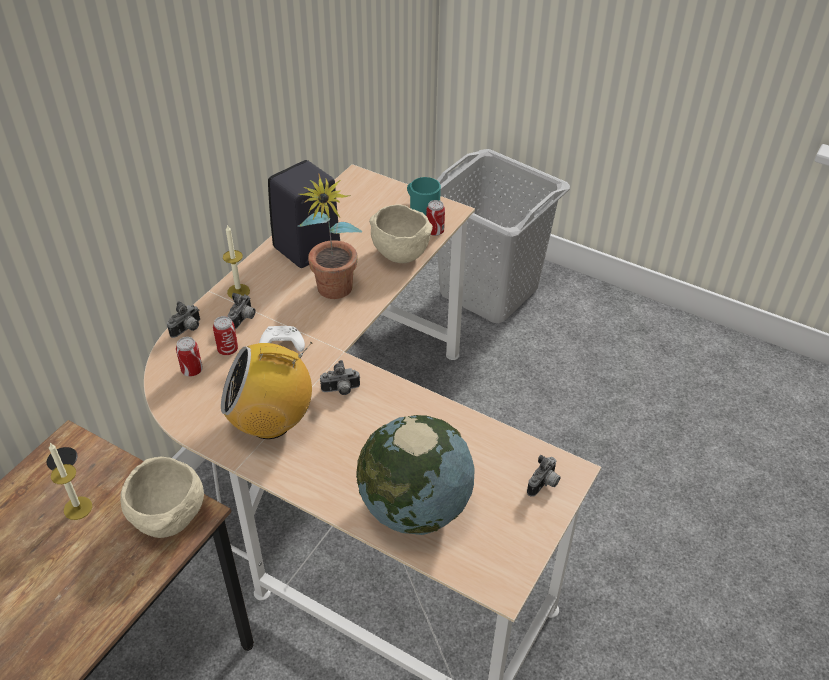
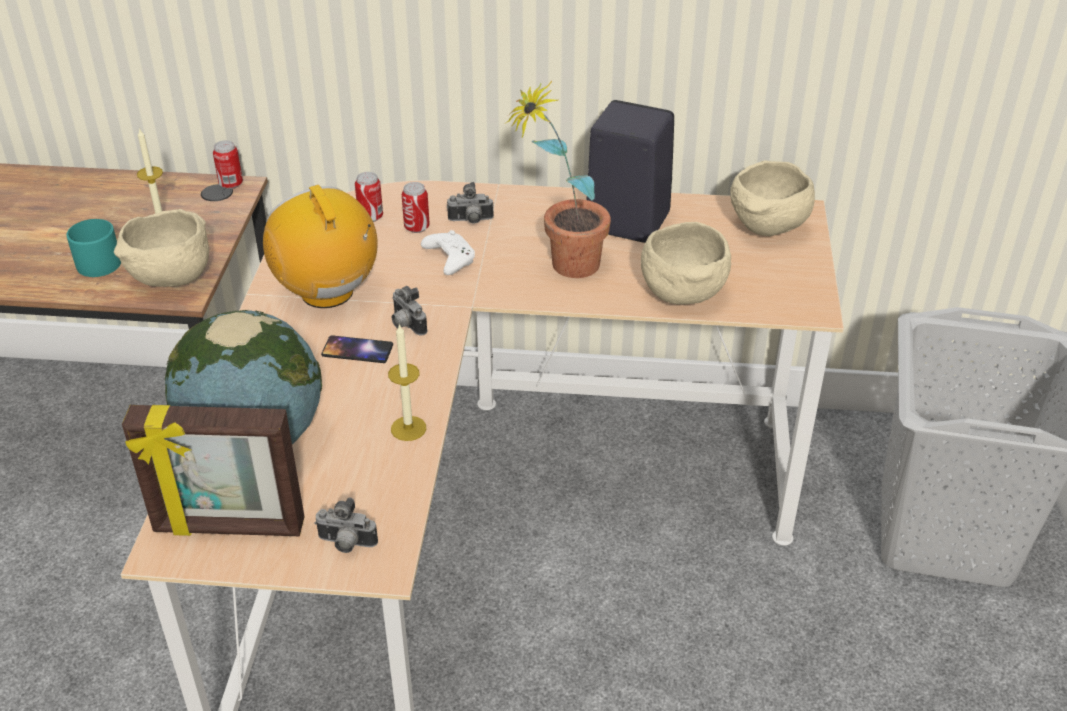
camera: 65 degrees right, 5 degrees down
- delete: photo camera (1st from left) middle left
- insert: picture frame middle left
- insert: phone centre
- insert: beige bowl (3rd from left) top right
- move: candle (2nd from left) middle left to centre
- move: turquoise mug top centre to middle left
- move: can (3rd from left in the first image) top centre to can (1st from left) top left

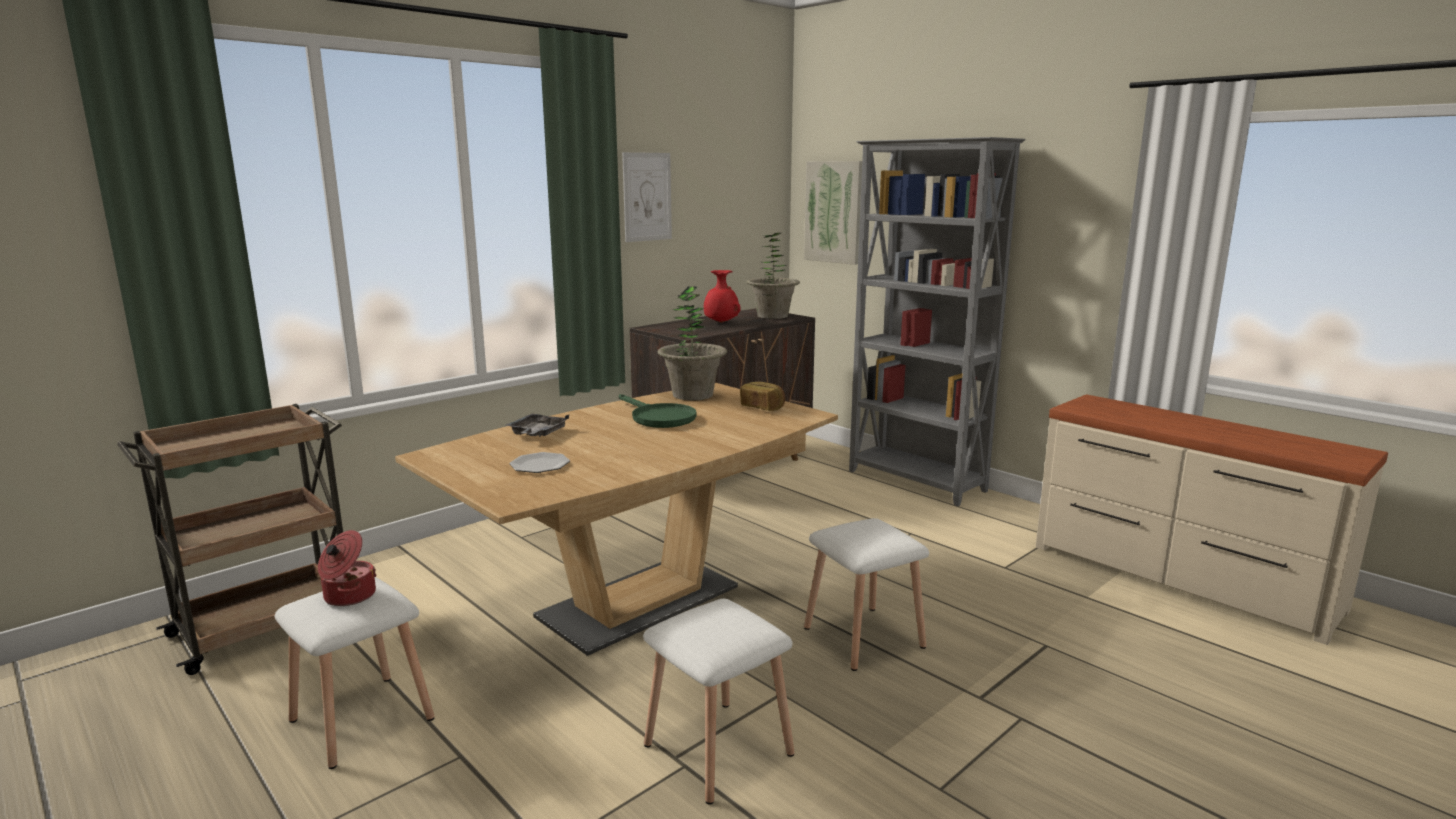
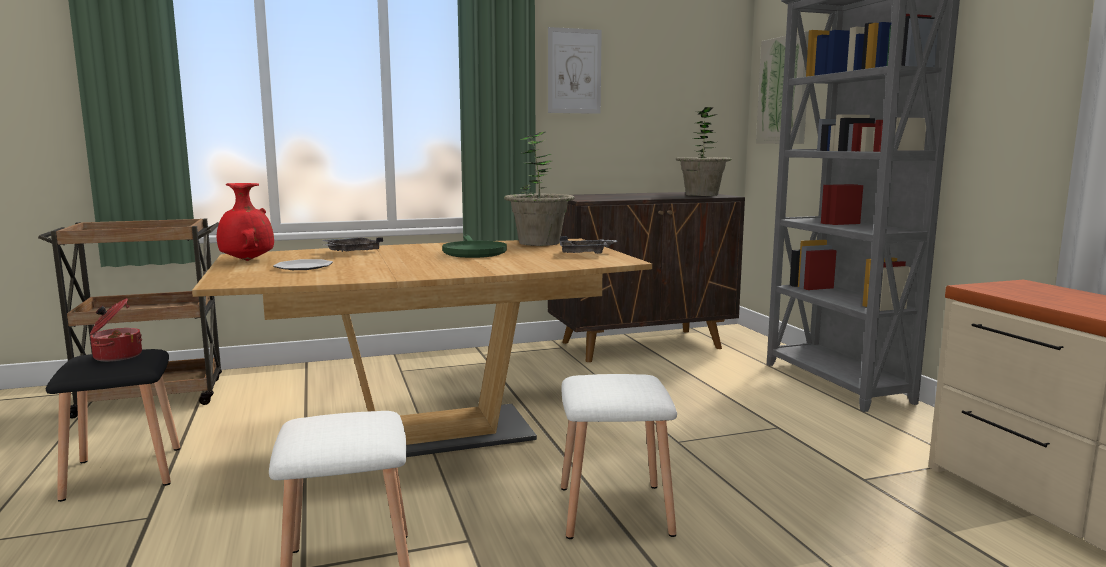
camera: 25 degrees right, 5 degrees down
- move: red vase centre to middle left
- replace: bread centre to grey tray (2nd from left) centre
- recolor: white stool (1st from left) bottom left to black stool bottom left

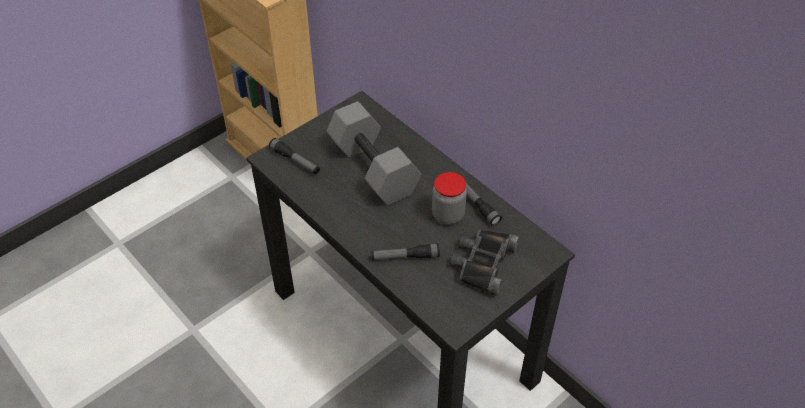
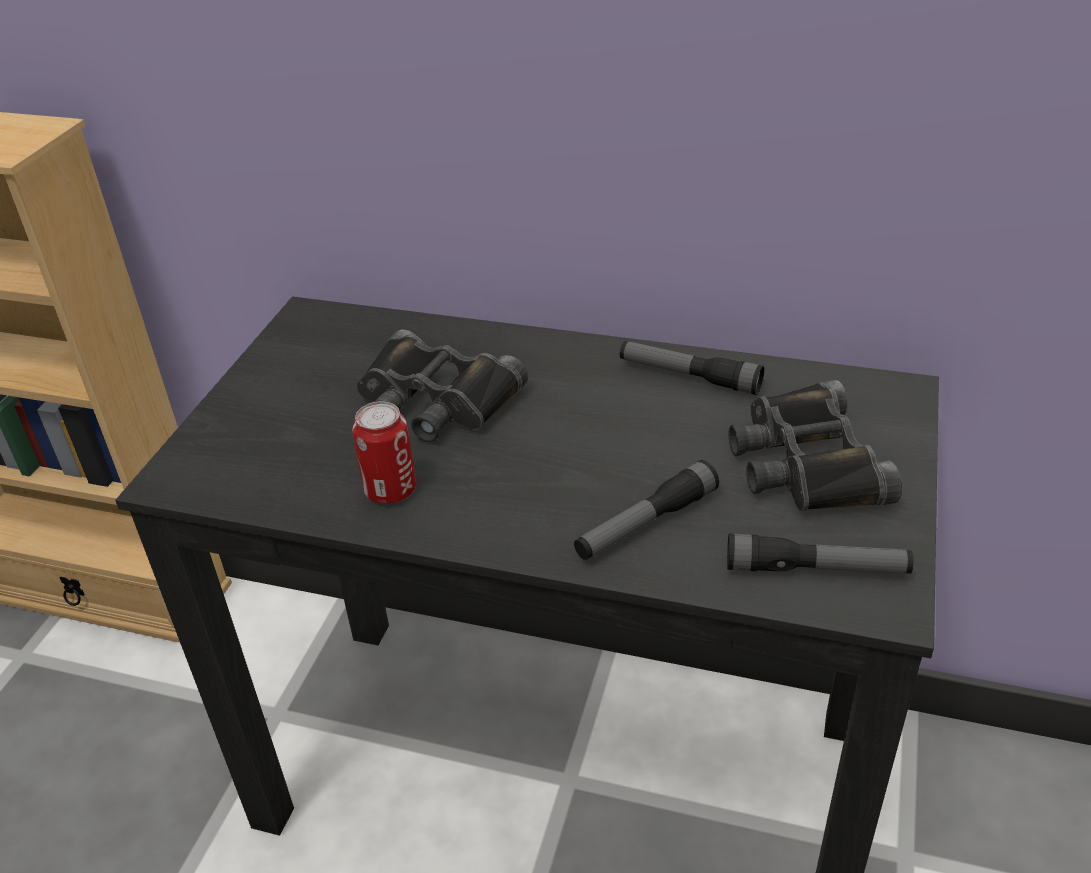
camera: 30 degrees left, 10 degrees down
- delete: jar centre
- insert: can centre
- move: flashlight (1st from left in the first image) centre to flashlight (3rd from left) middle right
- replace: grey dumbbell centre to black binoculars (1st from left) centre

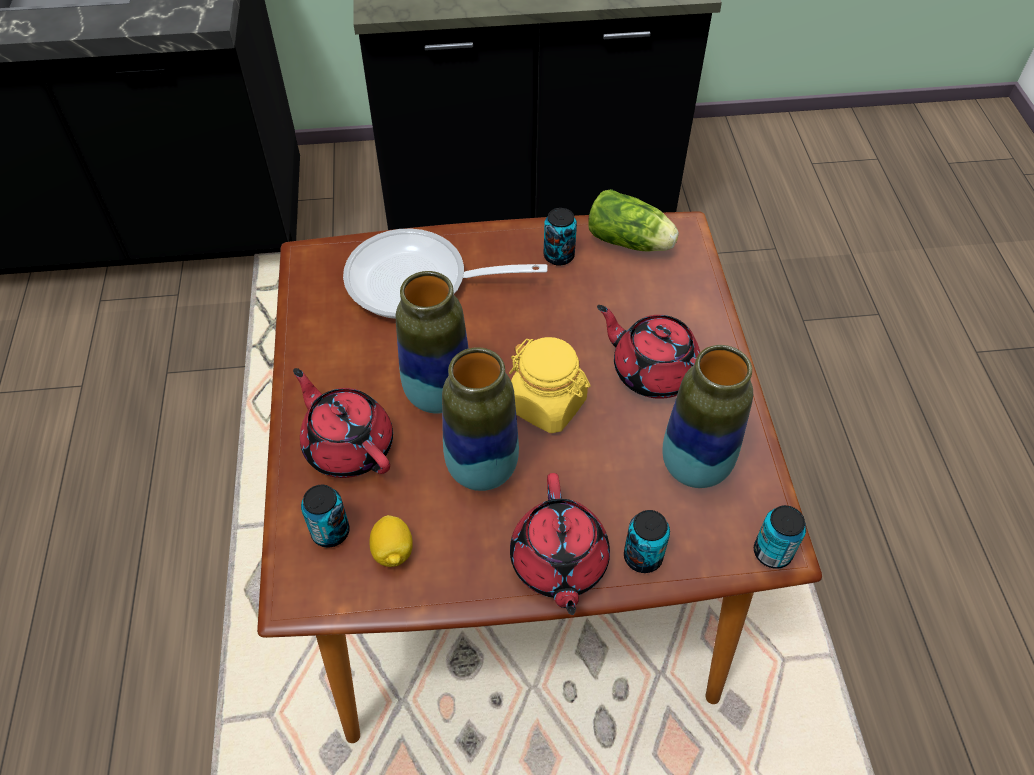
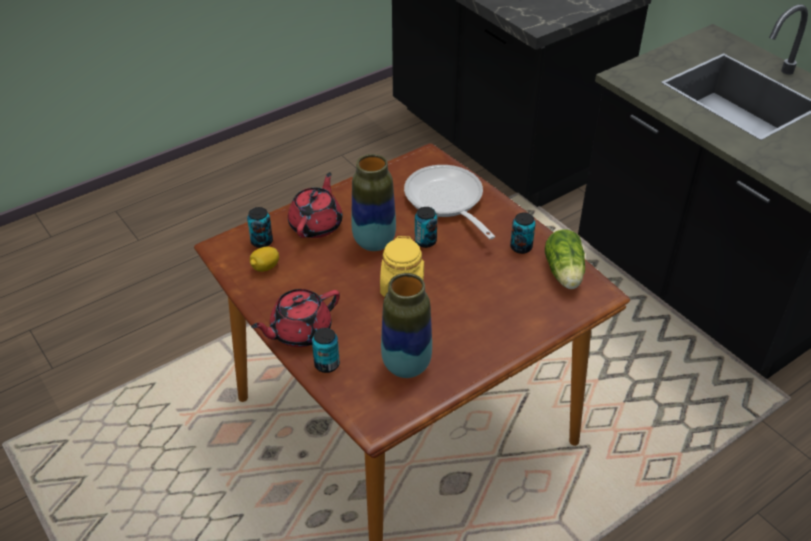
camera: 60 degrees right, 10 degrees down
- delete: vase (2nd from left) centre
- delete: red teapot (3rd from left) centre
- move: can (4th from left in the first image) bottom right to can (3rd from left) centre

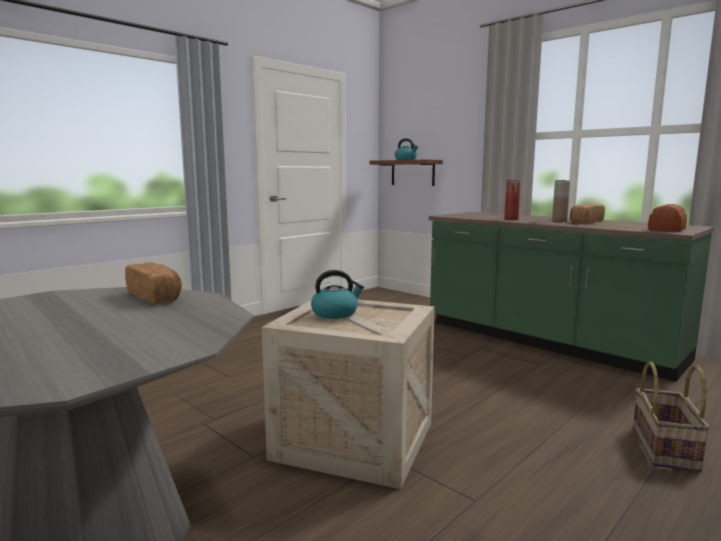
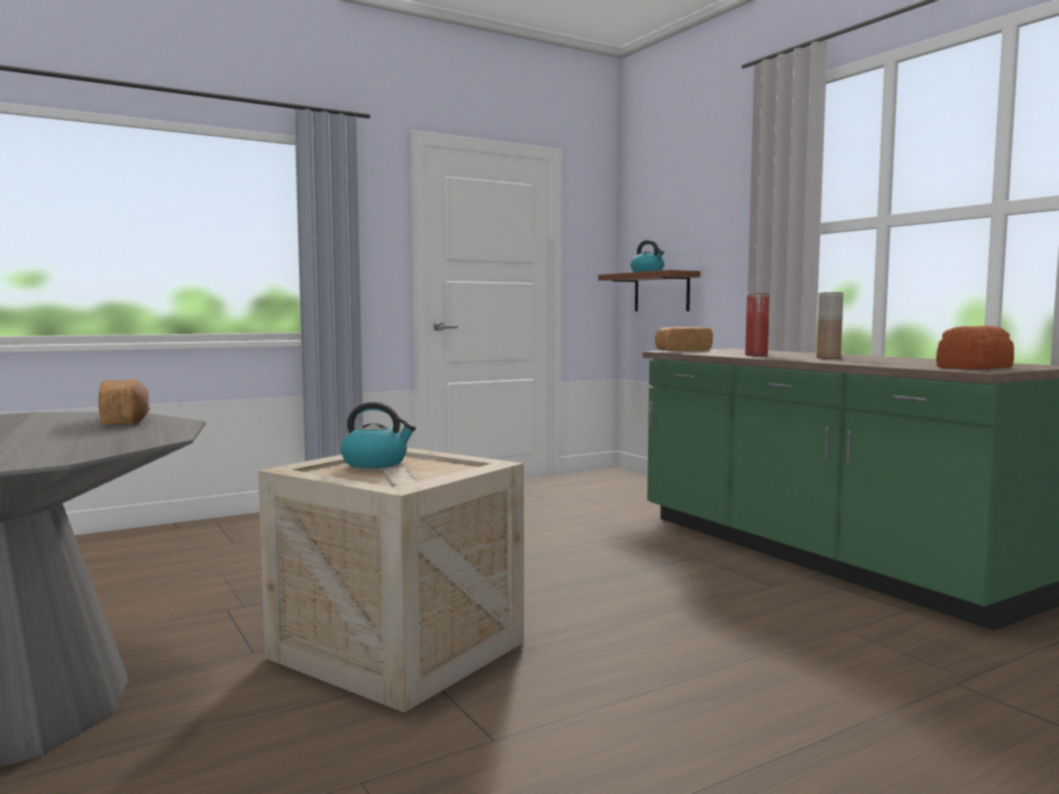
camera: 15 degrees right, 5 degrees down
- delete: basket bottom right
- move: bread (2nd from left) middle right to centre

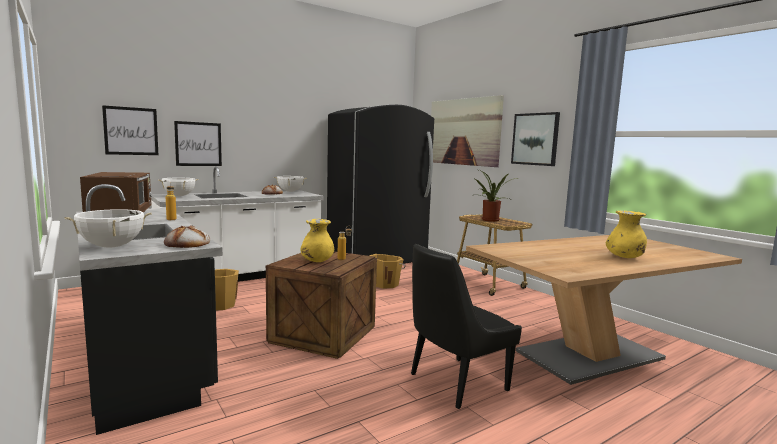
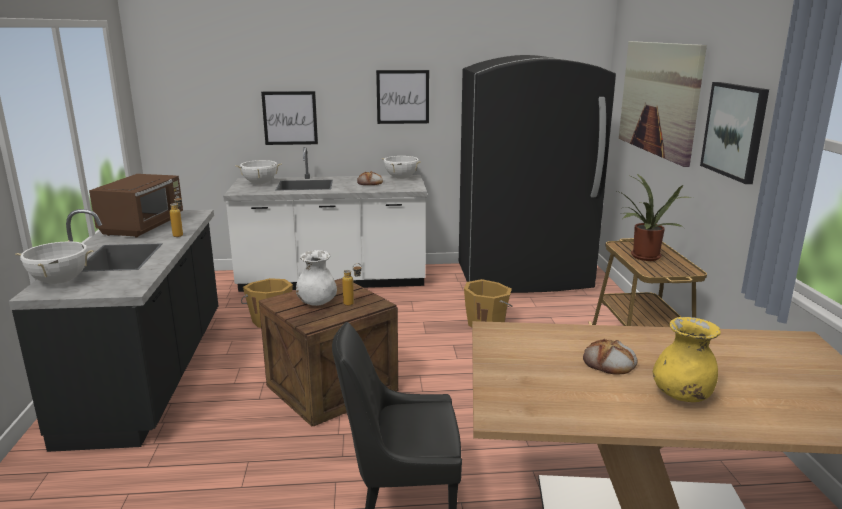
camera: 30 degrees right, 10 degrees up
- move: picture (1st from left in the first image) top left to picture (2nd from left) top centre
- move: bread (1st from left in the first image) middle left to bread (2nd from left) bottom right
- recolor: yellow vase (1st from left) centre to white vase centre

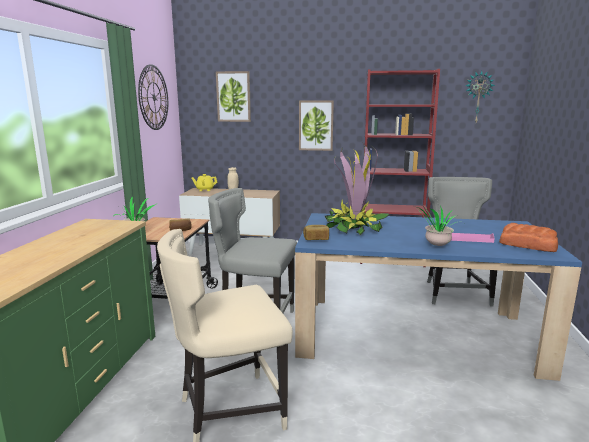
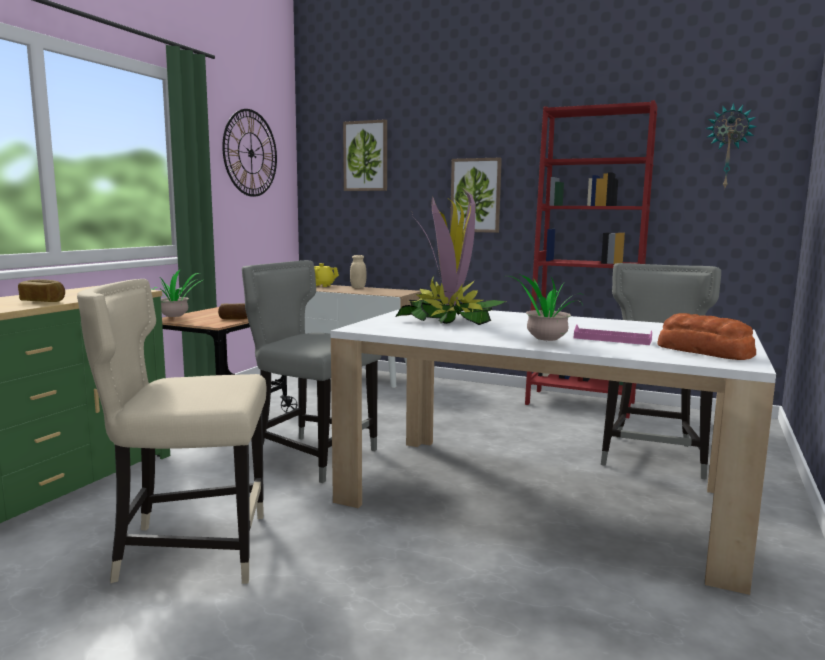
camera: 15 degrees right, 5 degrees down
- move: bread (2nd from left in the first image) centre to bread (1st from left) middle left
- recolor: blue dining table bottom right to white dining table bottom right

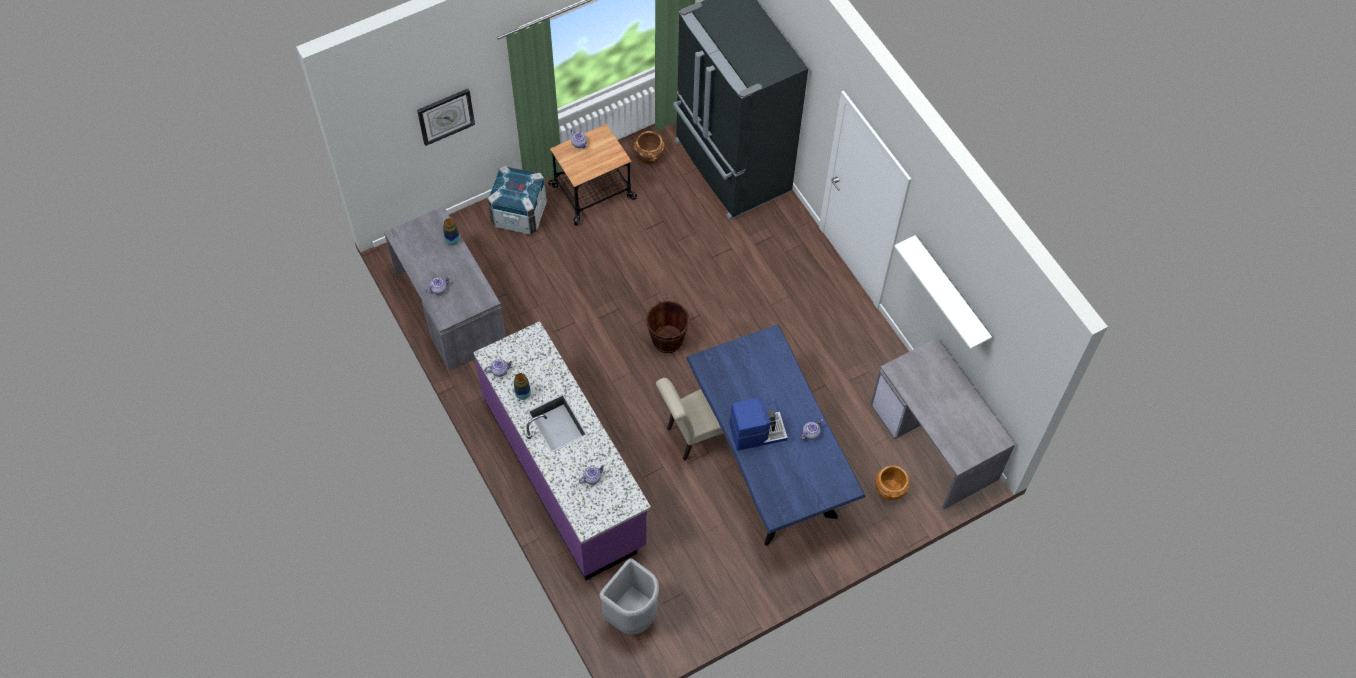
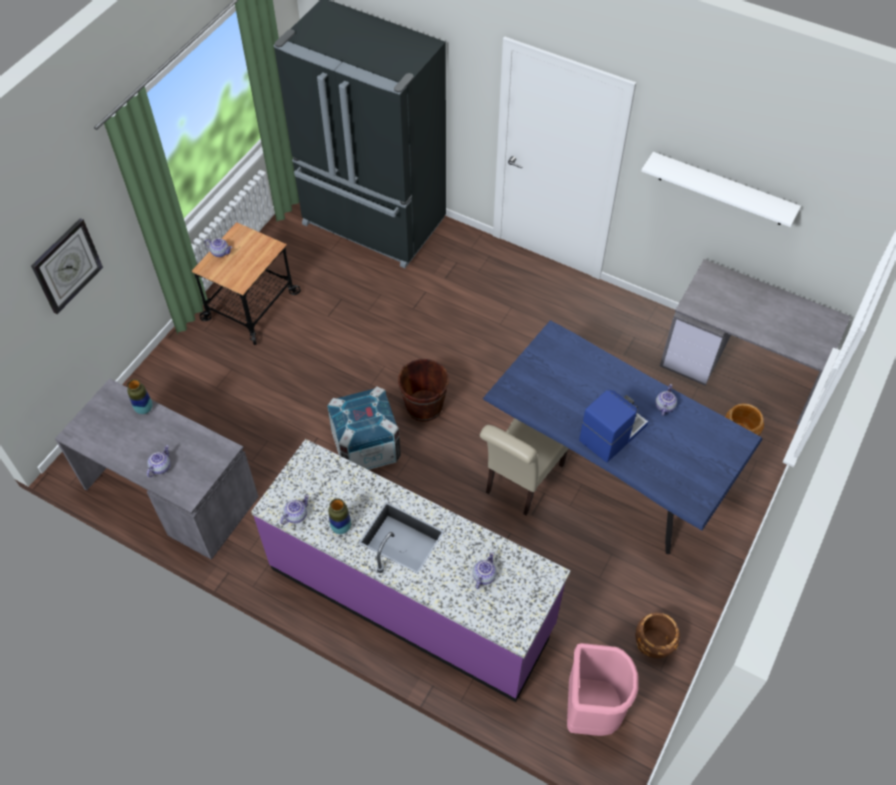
camera: 30 degrees left, 5 degrees down
- move: crate top centre to centre
- move: brown planter (1st from left) top centre to bottom right
- recolor: grey trash can bottom centre to pink trash can bottom right

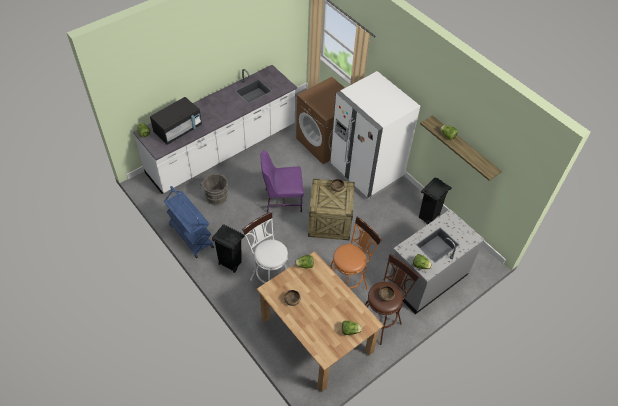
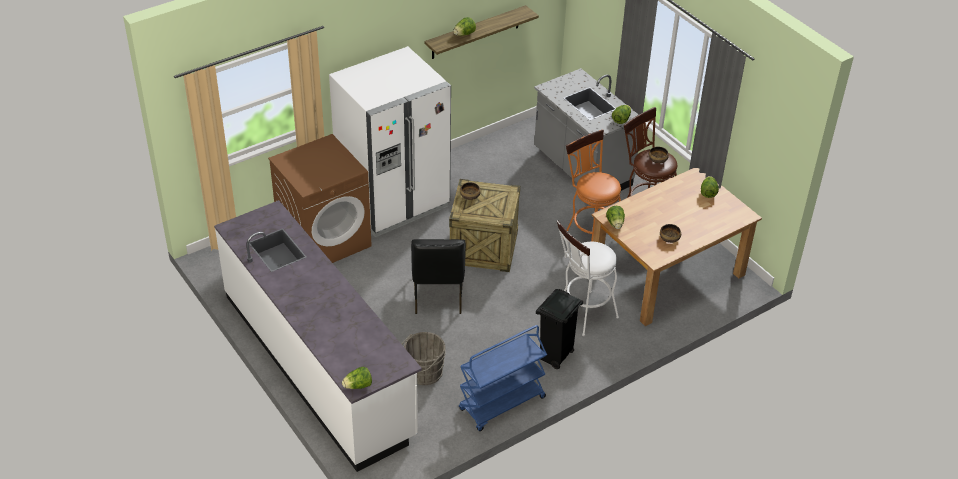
camera: 85 degrees left, 10 degrees down
- delete: black microwave top left
- delete: black trash can (2nd from left) middle right
- recolor: purple chair centre to black chair centre

